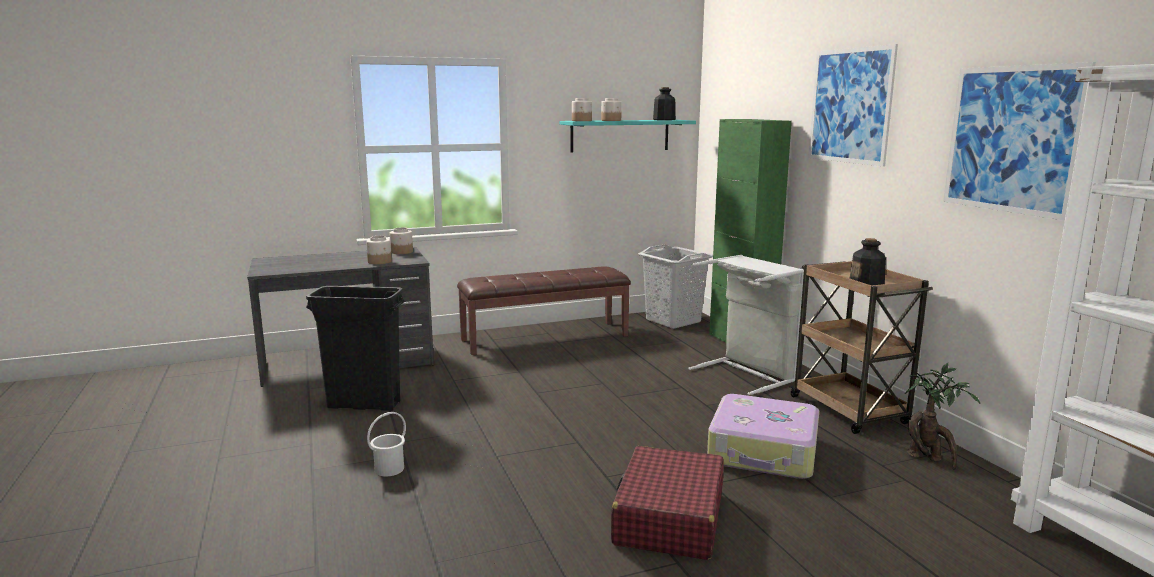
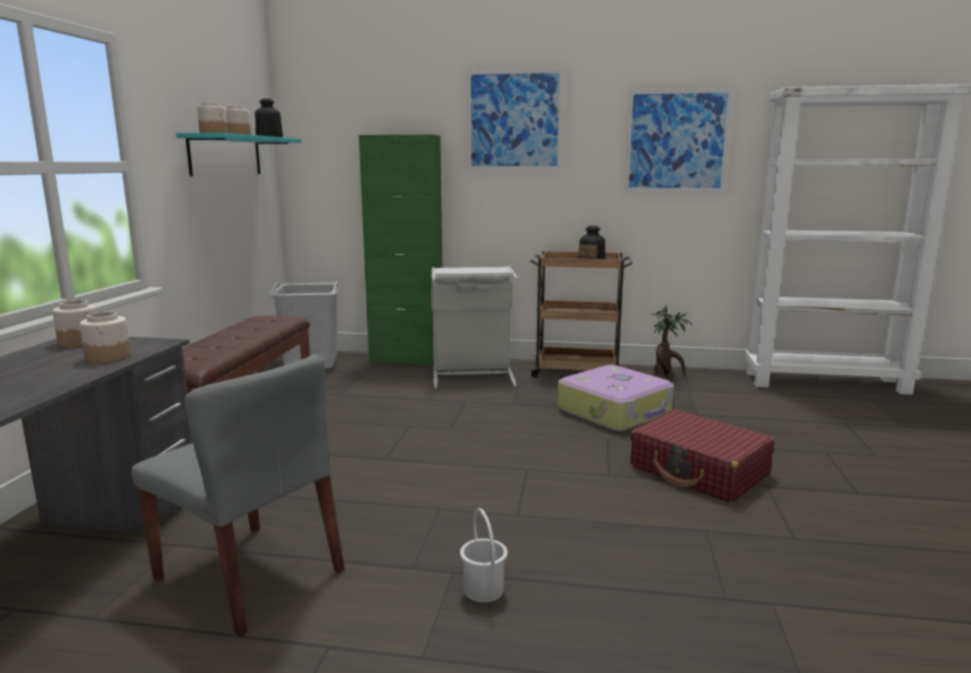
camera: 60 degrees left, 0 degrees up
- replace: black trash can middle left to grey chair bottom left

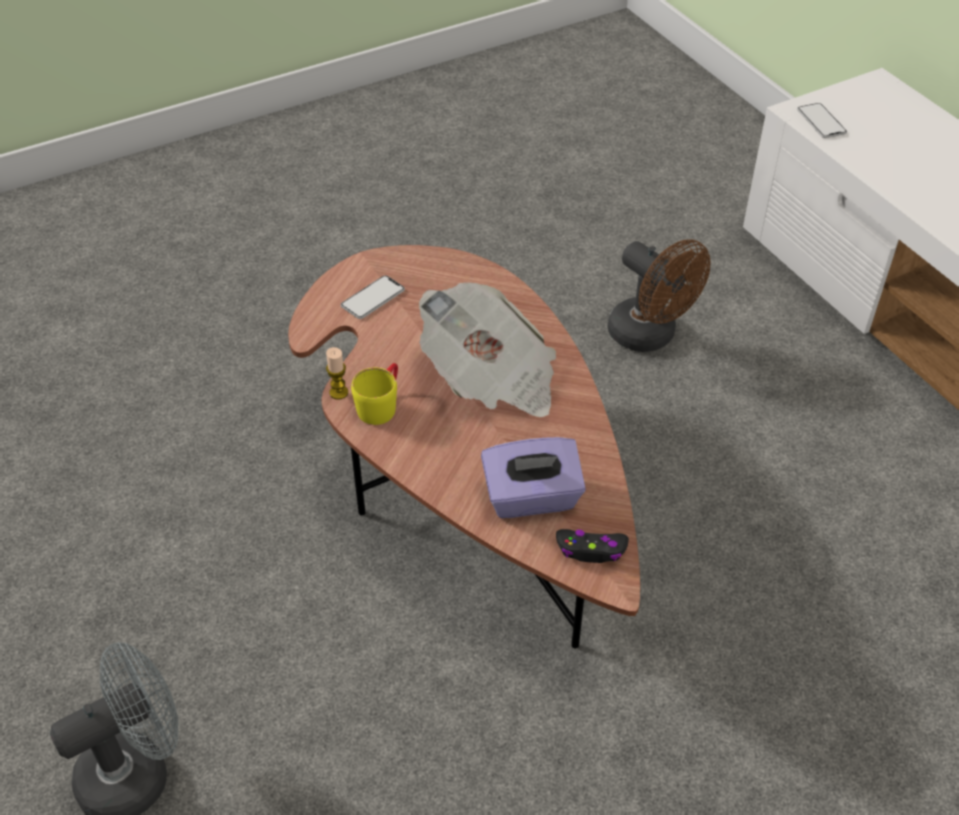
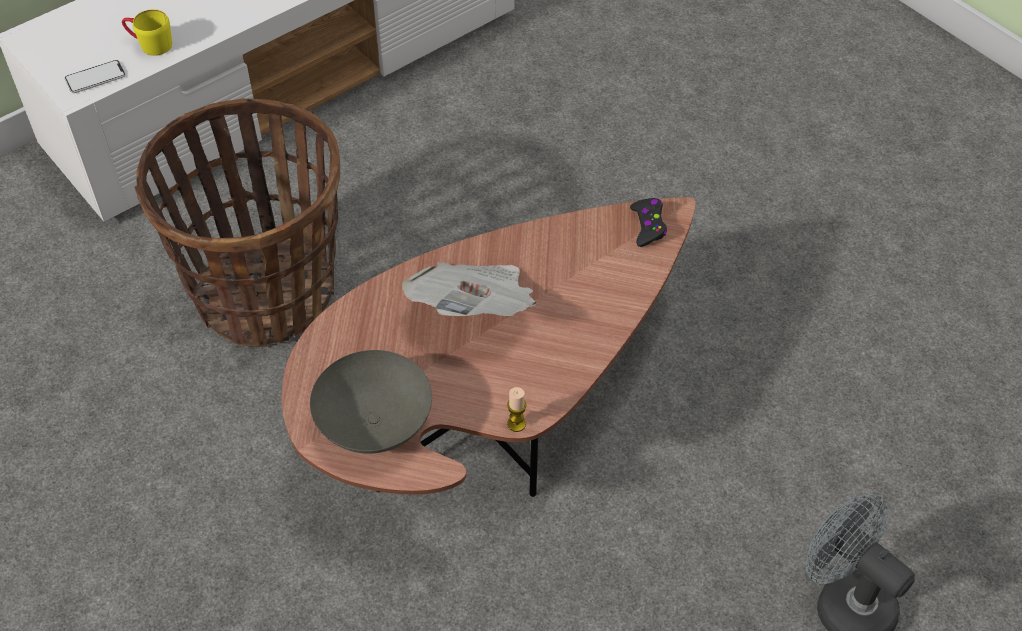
camera: 100 degrees left, 5 degrees up
- delete: purple tissue box centre
- move: yellow mug centre to top left
- replace: phone (1st from left) centre to grey bowl centre
- replace: brown fan middle right to basket middle left

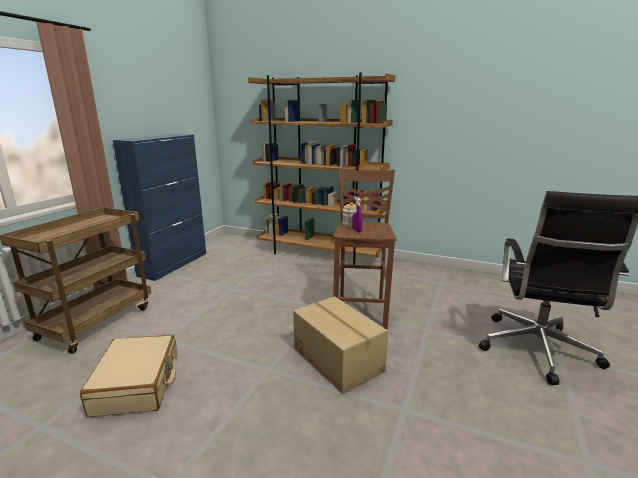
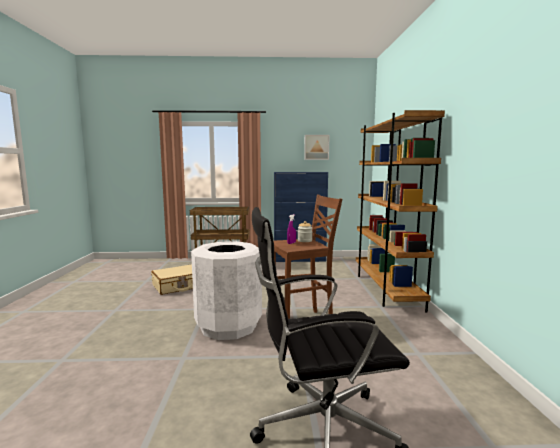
camera: 65 degrees right, 10 degrees down
- insert: picture top centre
- replace: cardboard box bottom centre to white trash can centre

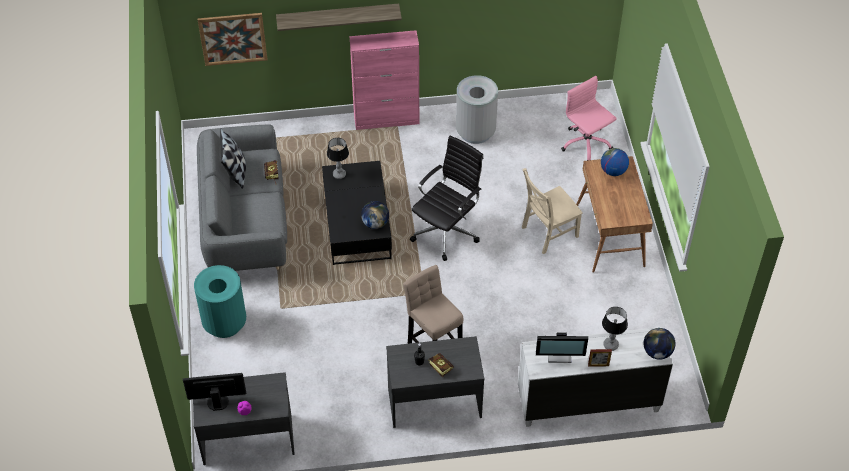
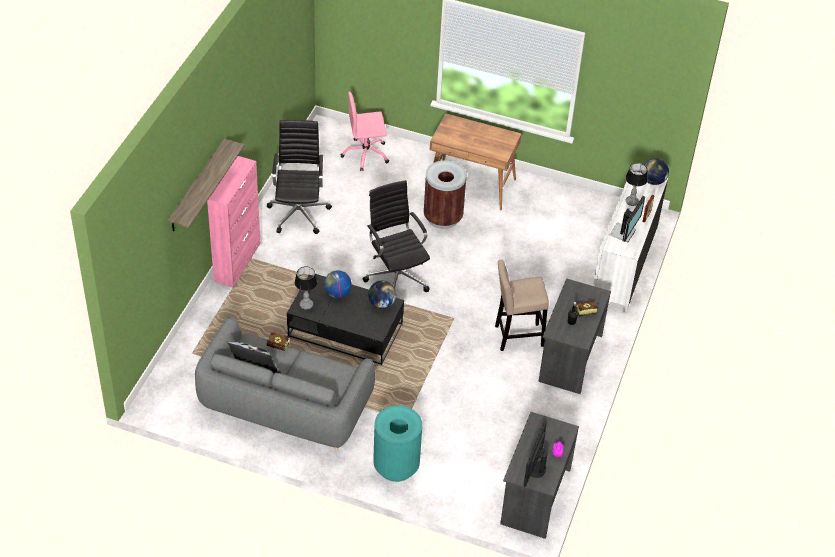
camera: 65 degrees left, 5 degrees down
- delete: picture top left
- move: globe (2nd from left in the first image) middle right to globe (1st from left) centre
- replace: grey trash can top centre to black office chair (1st from left) top centre
- replace: beige chair centre to brown trash can centre

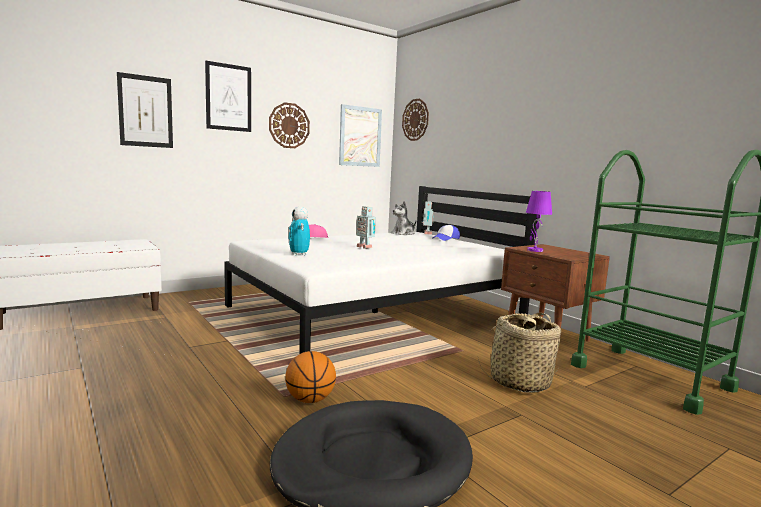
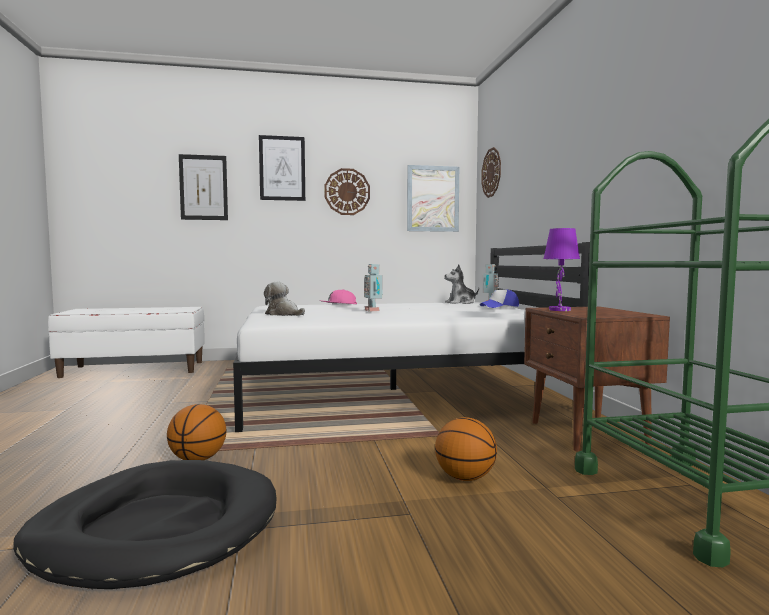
camera: 25 degrees right, 5 degrees down
- replace: toy robot (1st from left) centre to plush toy (1st from left) centre
- replace: basket bottom right to basketball (2nd from left) bottom centre

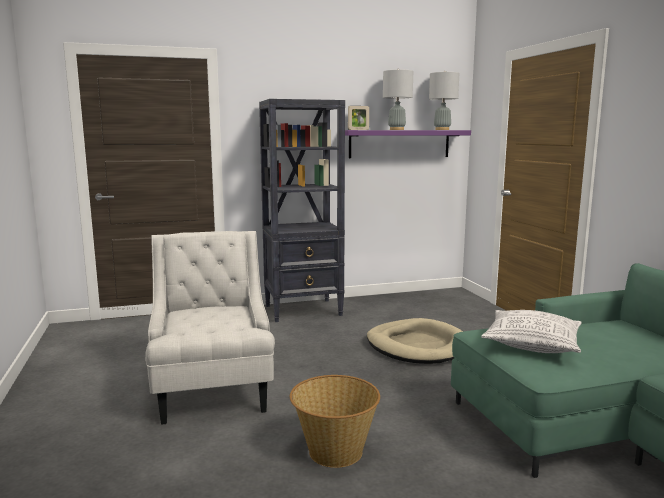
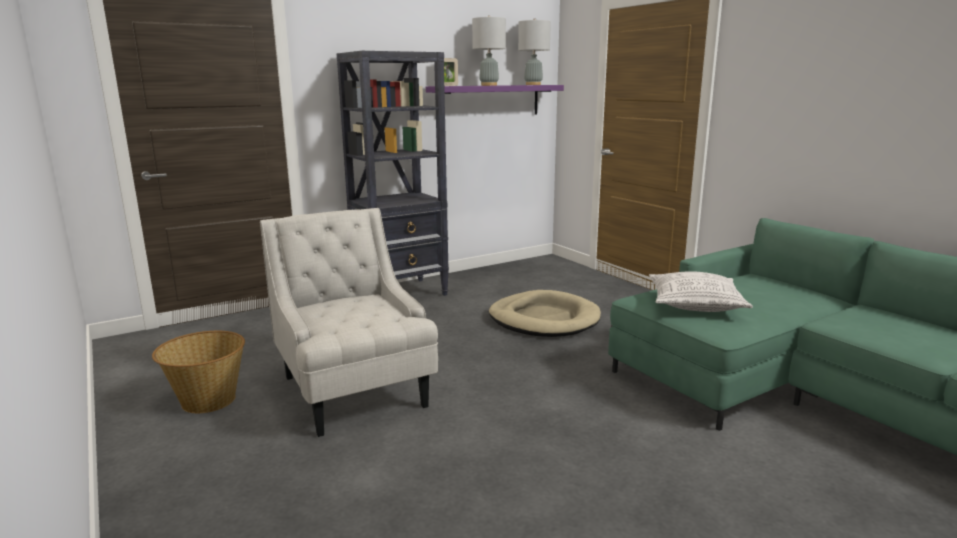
camera: 15 degrees left, 5 degrees up
- move: basket bottom centre to bottom left

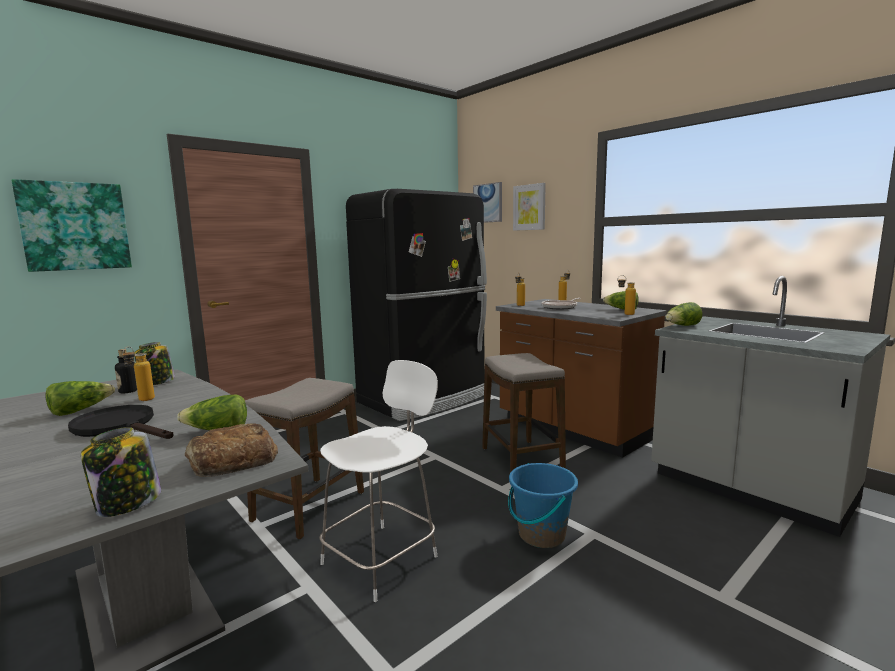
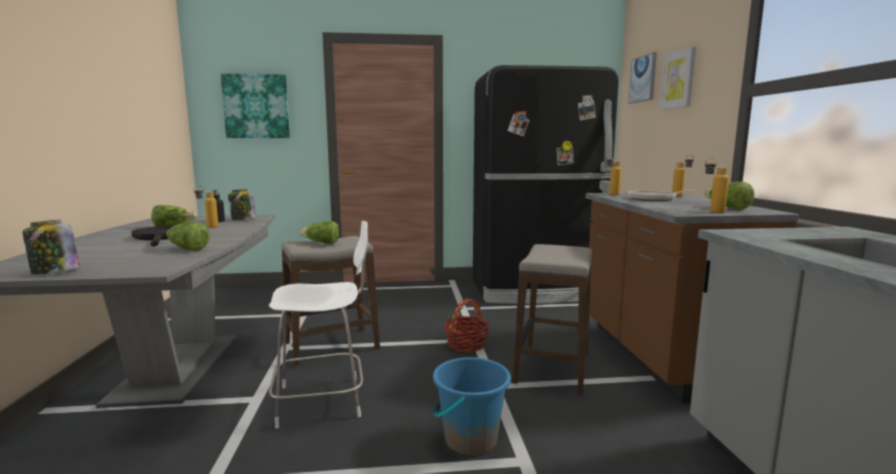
camera: 35 degrees right, 0 degrees up
- delete: bread bottom left
- insert: basket bottom centre
- move: lettuce (4th from left in the first image) middle right to lettuce (3rd from left) centre

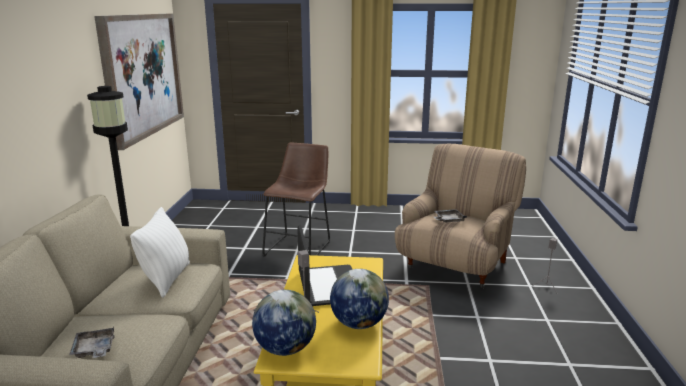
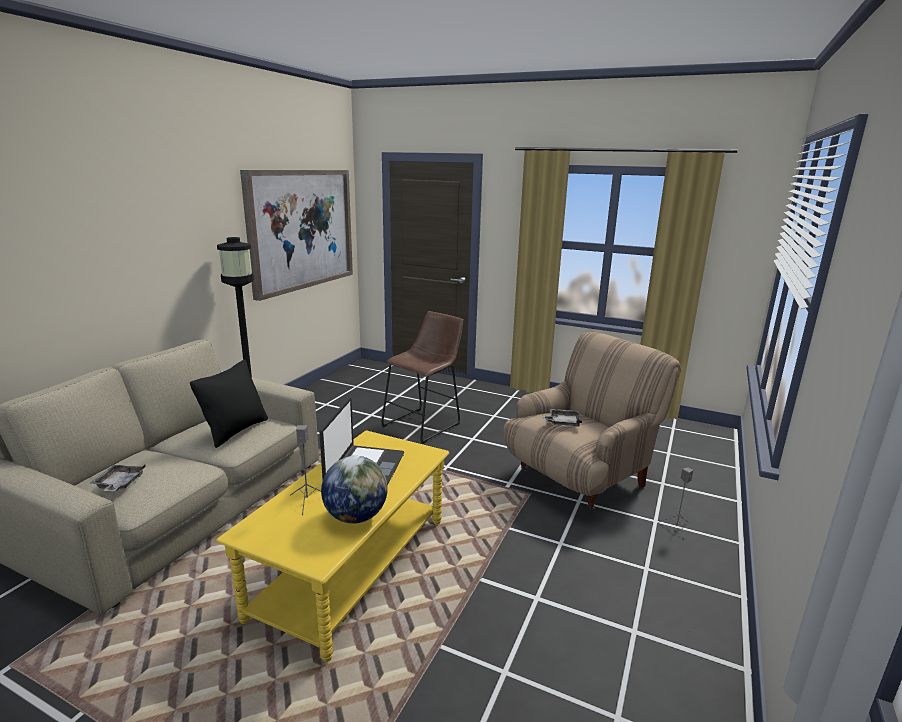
camera: 20 degrees right, 0 degrees up
- delete: globe (1st from left) bottom centre
- recolor: white pillow middle left to black pillow middle left

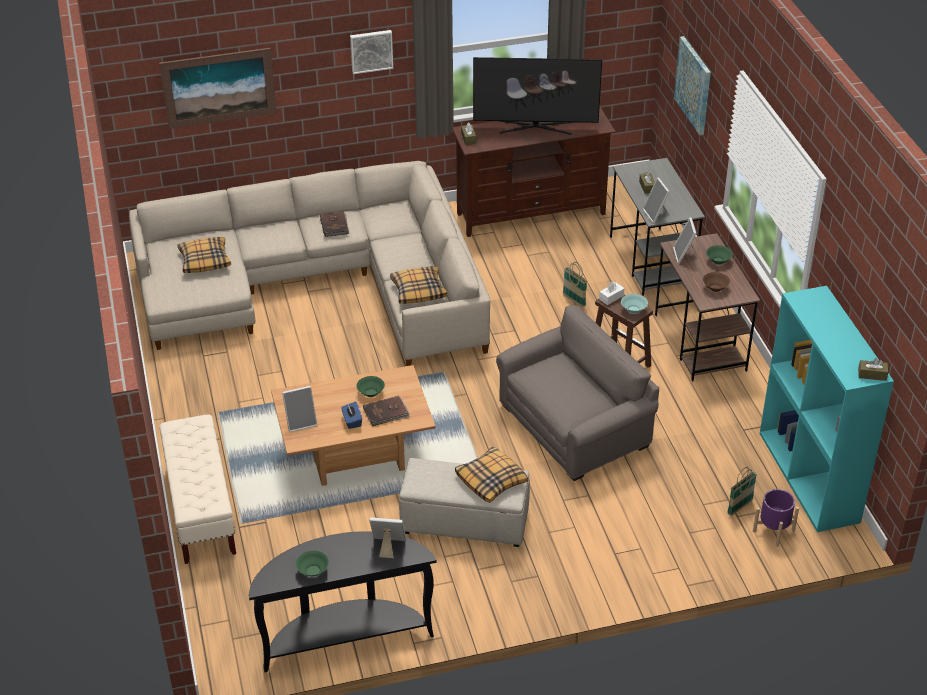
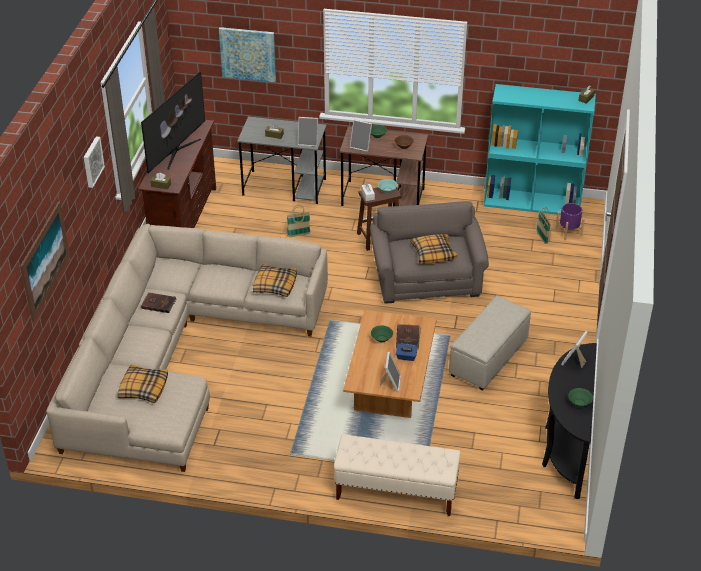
camera: 65 degrees left, 0 degrees up
- move: pillow (3rd from left) bottom centre to centre

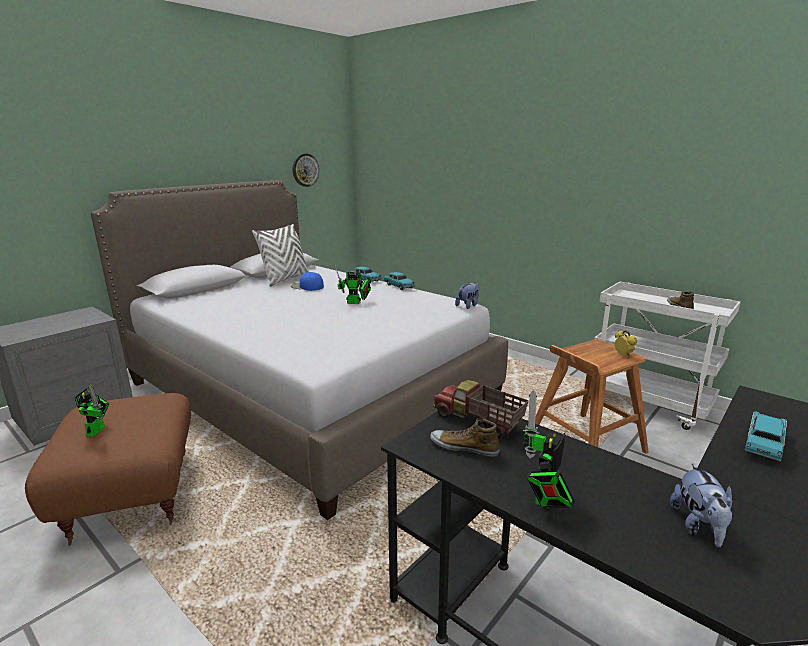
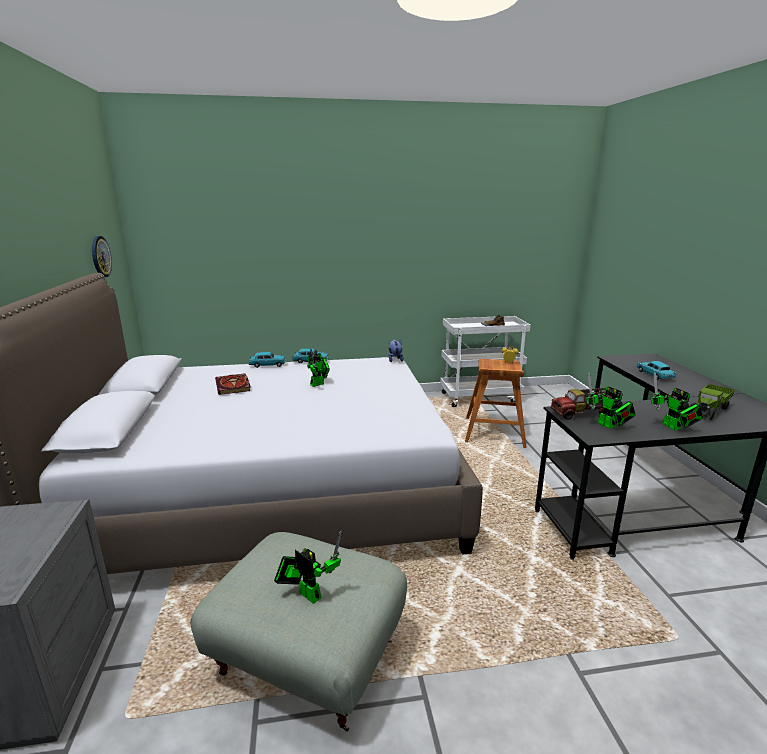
camera: 50 degrees left, 0 degrees up
- delete: white pillow centre
- replace: blue cap centre to book middle left
- replace: shoe (1st from left) bottom centre to toy robot (3rd from left) middle right
- replace: plush toy (2nd from left) bottom right to toy truck (2nd from left) middle right
- recolor: brown ottoman bottom left to grey ottoman bottom centre

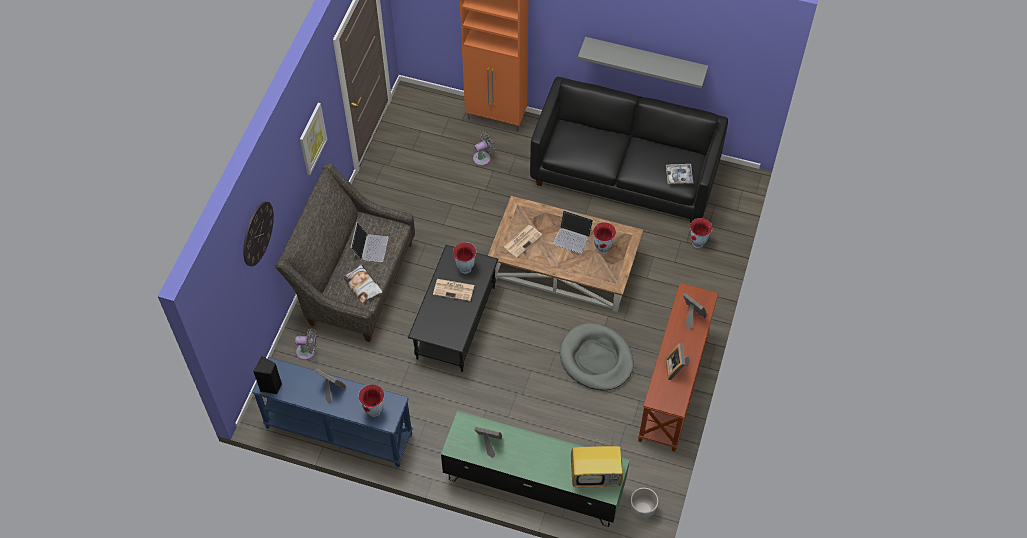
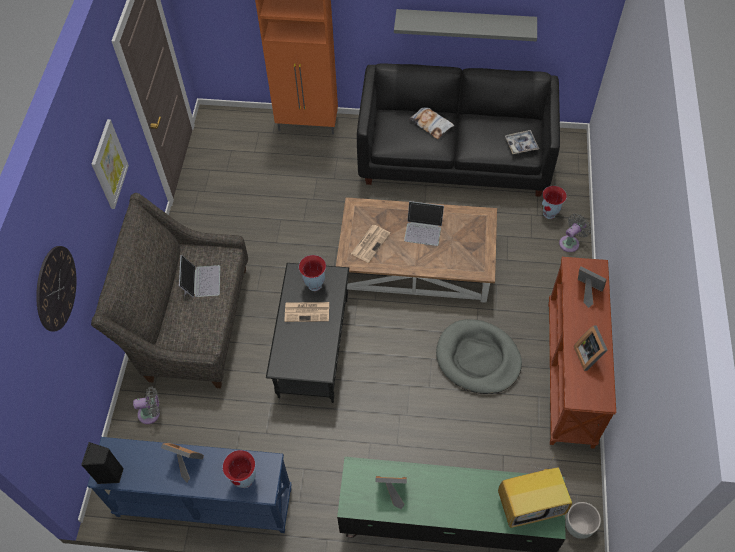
camera: 10 degrees left, 0 degrees up
- delete: vase (3rd from left) centre
- move: pillow centre to top centre
- move: grey fan (2nd from left) top centre to middle right

